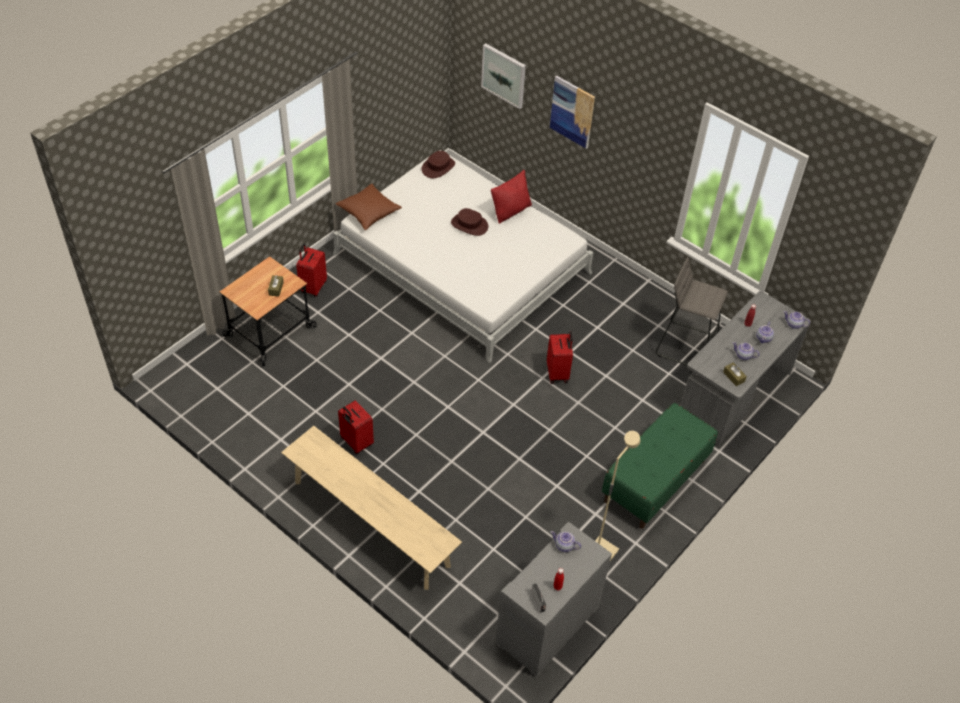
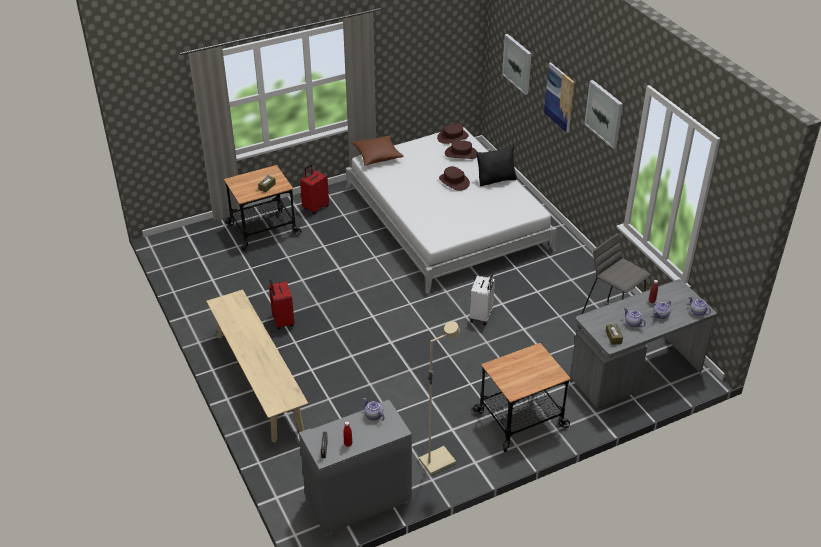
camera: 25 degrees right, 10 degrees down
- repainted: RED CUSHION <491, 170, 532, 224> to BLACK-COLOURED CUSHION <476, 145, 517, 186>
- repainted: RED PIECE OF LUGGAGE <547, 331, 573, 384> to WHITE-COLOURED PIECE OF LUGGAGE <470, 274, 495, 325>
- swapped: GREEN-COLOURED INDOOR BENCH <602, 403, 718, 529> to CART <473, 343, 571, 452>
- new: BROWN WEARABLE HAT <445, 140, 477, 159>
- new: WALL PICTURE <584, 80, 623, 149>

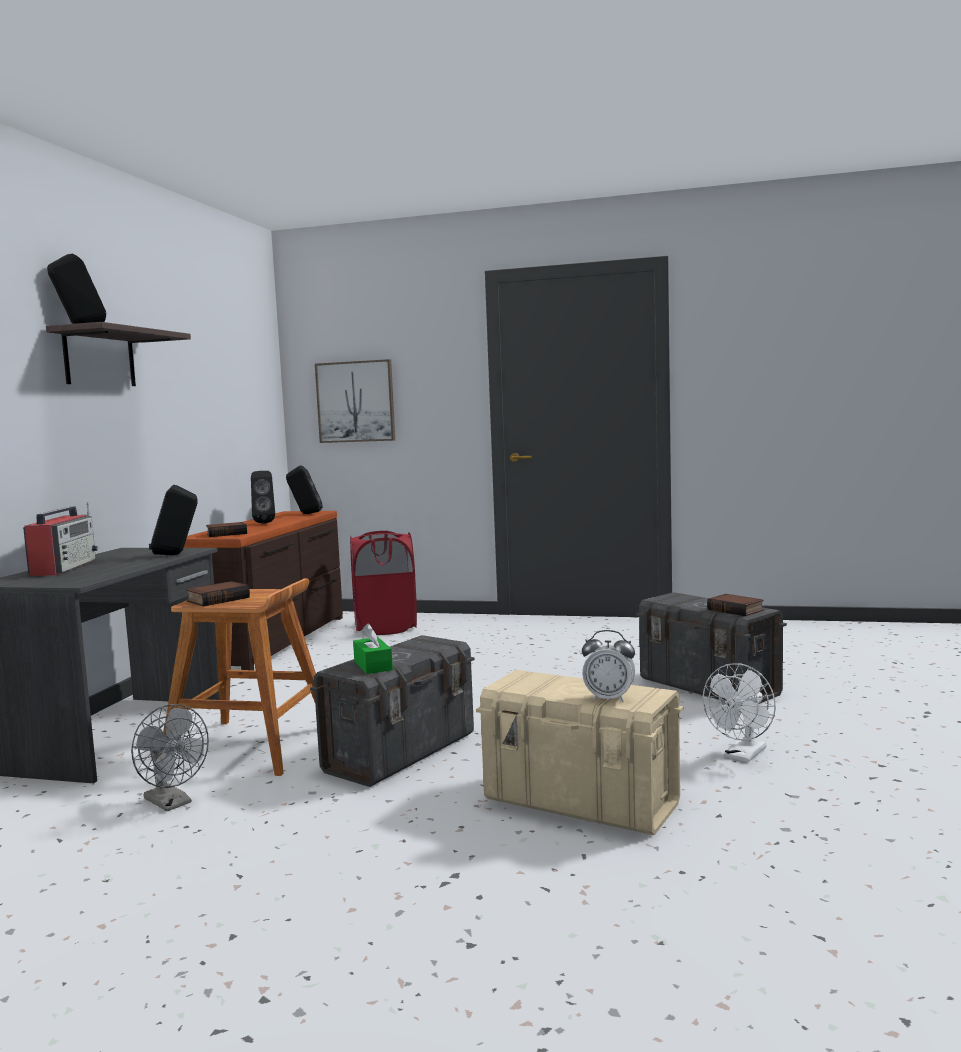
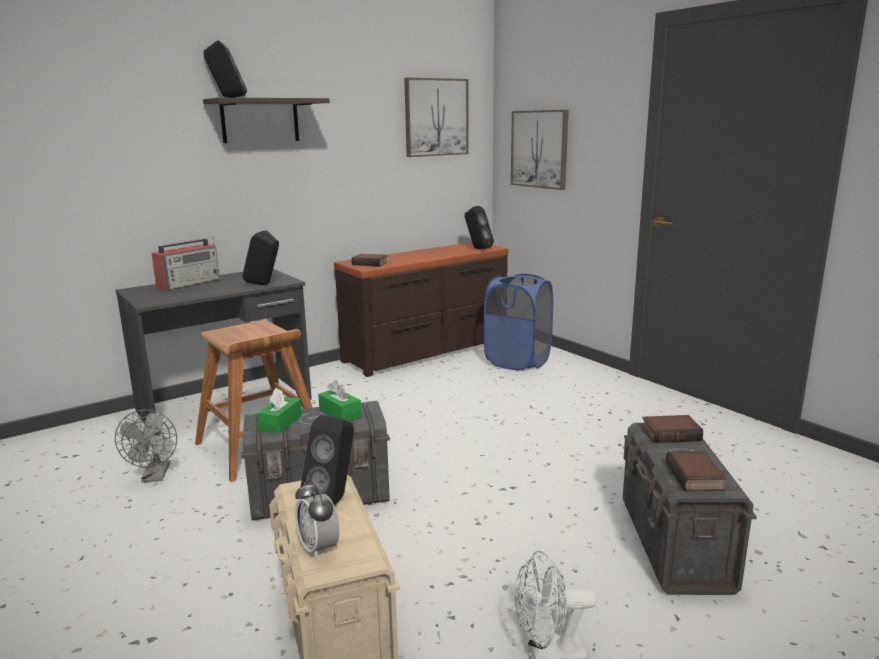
camera: 40 degrees right, 10 degrees up
- shifted: VOLUME <186, 581, 250, 606> to <641, 415, 703, 443>
- shifted: BLACK-COLOURED SPEAKER <251, 471, 275, 524> to <301, 415, 354, 506>
- repainted: RED HAMPER <350, 530, 417, 635> to BLUE-COLOURED HAMPER <484, 274, 553, 370>
- new: GREEN-COLOURED BOX OF TISSUES <318, 380, 362, 421>
- new: WALL PICTURE <404, 78, 469, 157>

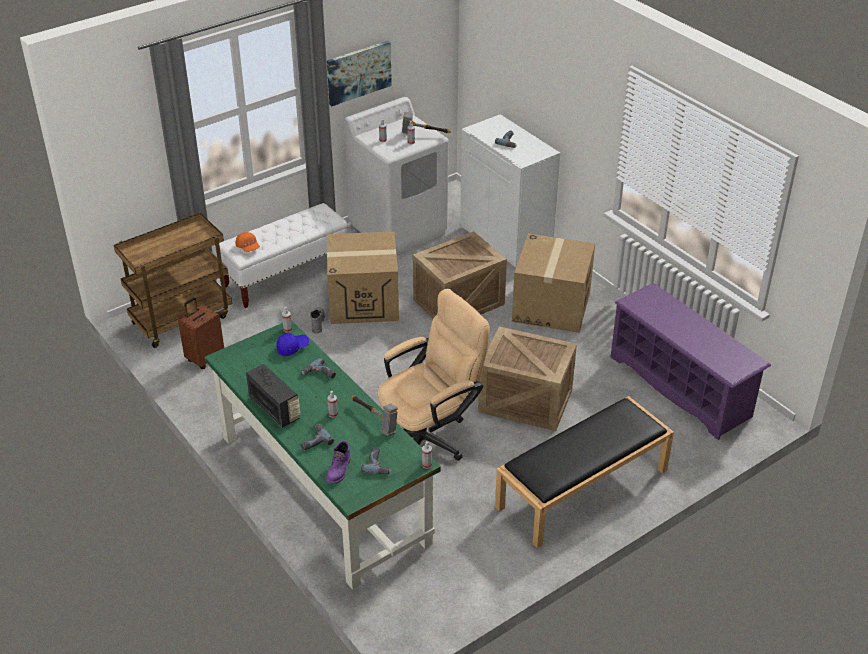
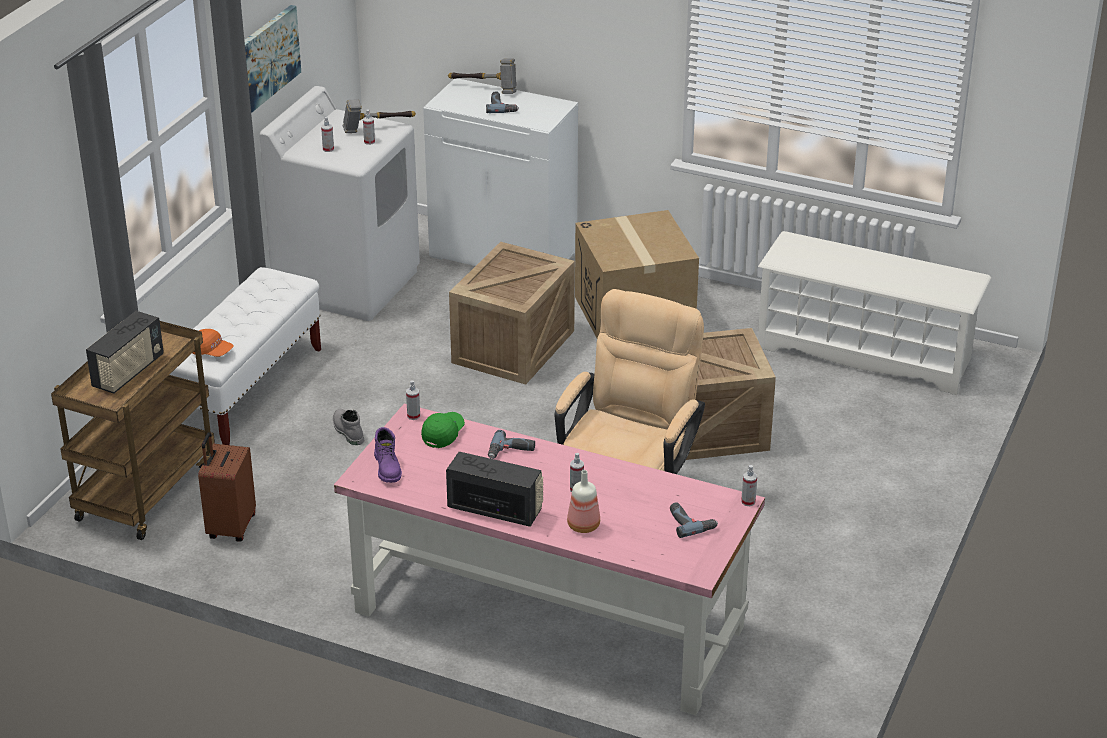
camera: 30 degrees left, 5 degrees down
- repainted: GREEN-COLOURED DESK <205, 320, 441, 590> to PINKISH DESK <334, 403, 765, 715>
- repainted: BLUE-COLOURED PEAKED CAP <276, 333, 309, 356> to GREEN-COLOURED PEAKED CAP <421, 412, 465, 448>
- swapped: ELECTRIC DRILL <301, 424, 334, 450> to BOTTLE <567, 470, 600, 533>
- shifted: PURPLISH TALL BOOT <326, 440, 351, 484> to <374, 427, 402, 483>
- gone: CARDBOARD BOX <327, 231, 399, 324>
- shifted: HAMMER <351, 396, 398, 436> to <448, 58, 517, 94>
- gone: BLACK-COLOURED INDOOR BENCH <495, 396, 674, 548>
- repainted: PURPLISH SHOE RACK <611, 283, 771, 440> to WHITE-COLOURED SHOE RACK <758, 231, 991, 395>
- new: RADIO SET <86, 311, 164, 394>

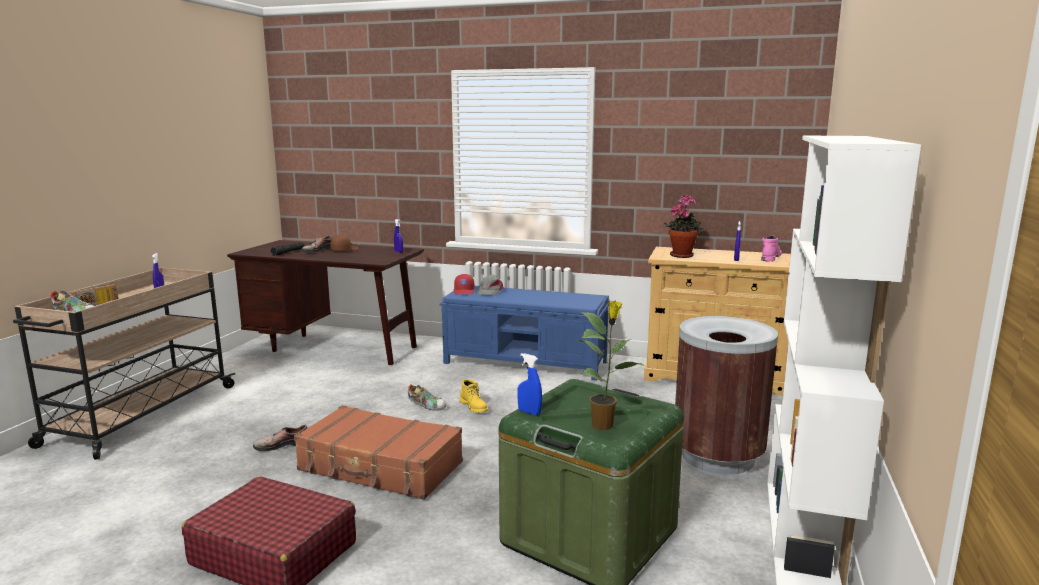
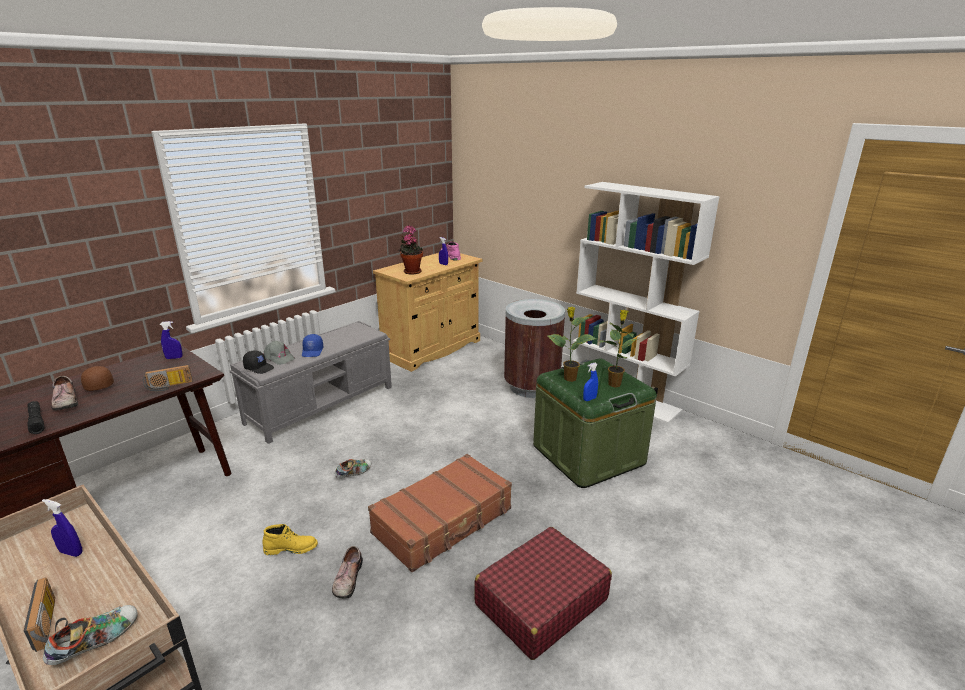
camera: 65 degrees left, 10 degrees up
- repainted: BLUE-COLOURED INDOOR BENCH <440, 286, 610, 381> to GRAY INDOOR BENCH <229, 321, 392, 444>
- repainted: RED PEAKED CAP <454, 274, 474, 294> to BLACK-COLOURED PEAKED CAP <243, 351, 274, 374>
- shifted: YELLOW-COLOURED TALL BOOT <460, 379, 488, 412> to <262, 524, 318, 555>
- new: RADIO SET <143, 365, 192, 392>
- new: BLUE-COLOURED PEAKED CAP <302, 334, 323, 357>
- new: POTTED PLANT <548, 307, 596, 382>

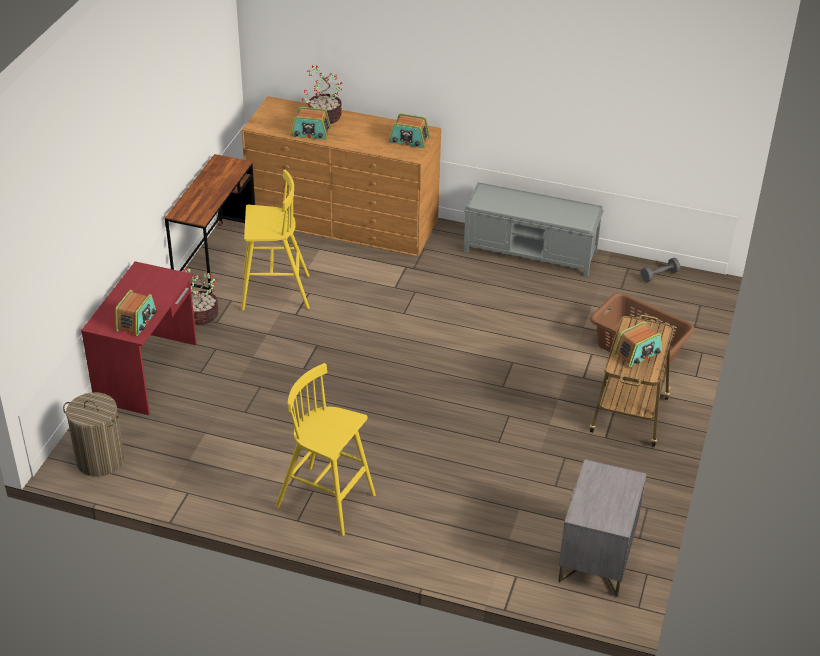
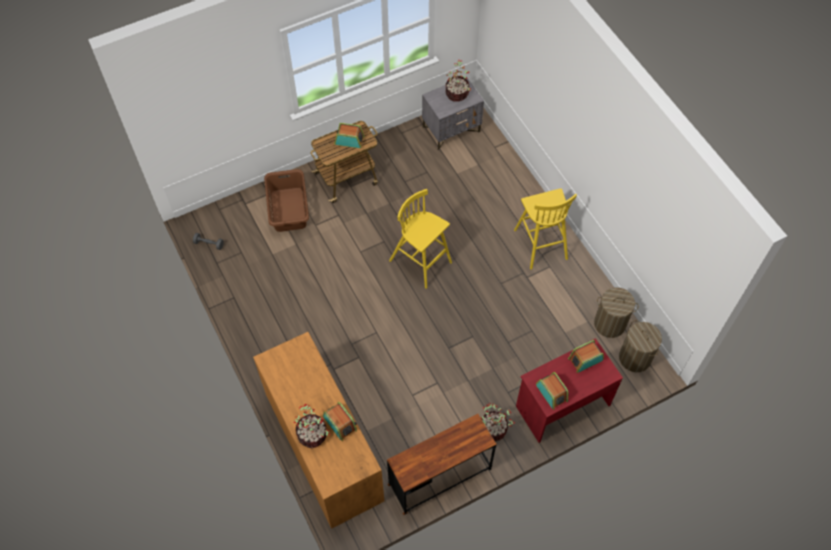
camera: 135 degrees left, 20 degrees up
- shifted: YELLOW-COLOURED STOOL <241, 169, 310, 311> to <389, 189, 452, 289>
- shifted: RADIO SET <389, 113, 430, 148> to <536, 372, 569, 410>
- gone: GRAY INDOOR BENCH <463, 182, 604, 277>
- new: POTTED PLANT <446, 60, 471, 102>
- new: HAMPER <594, 287, 639, 338>

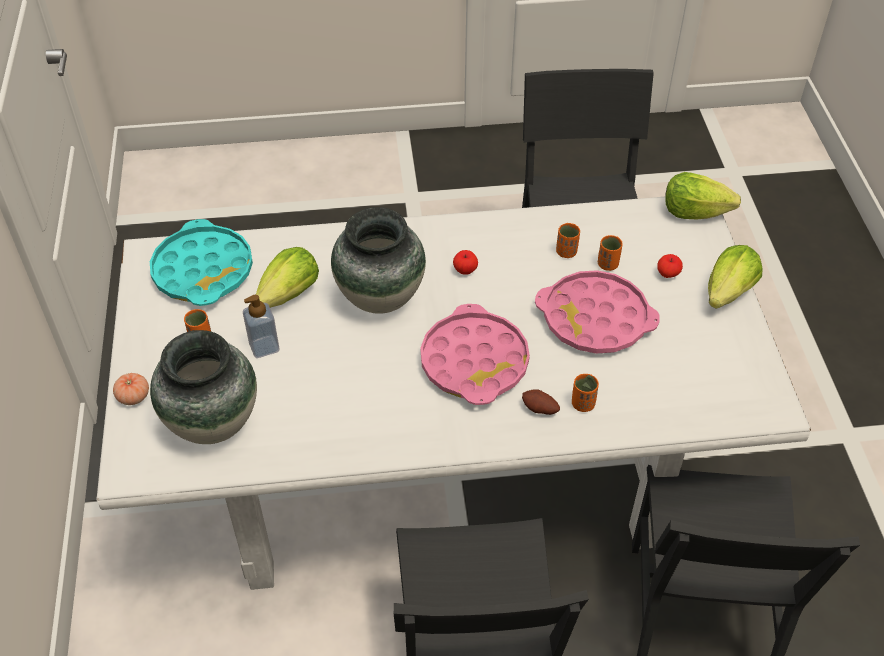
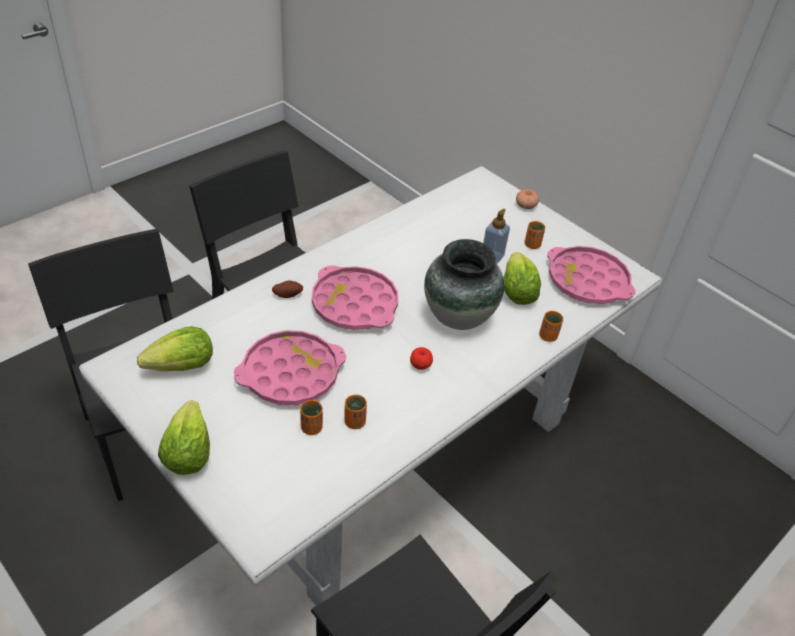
camera: 140 degrees right, 5 degrees down
- repainted: BLUE-GREEN TRAY <150, 219, 253, 306> to PINKISH TRAY <547, 246, 635, 304>
- gone: VASE <150, 330, 257, 444>
- shifted: ORANGE CUP <572, 374, 599, 412> to <539, 311, 563, 342>
- gone: APPLE FRUIT <657, 254, 683, 278>
- shifted: LETTUCE HEAD <665, 172, 741, 219> to <137, 326, 213, 371>

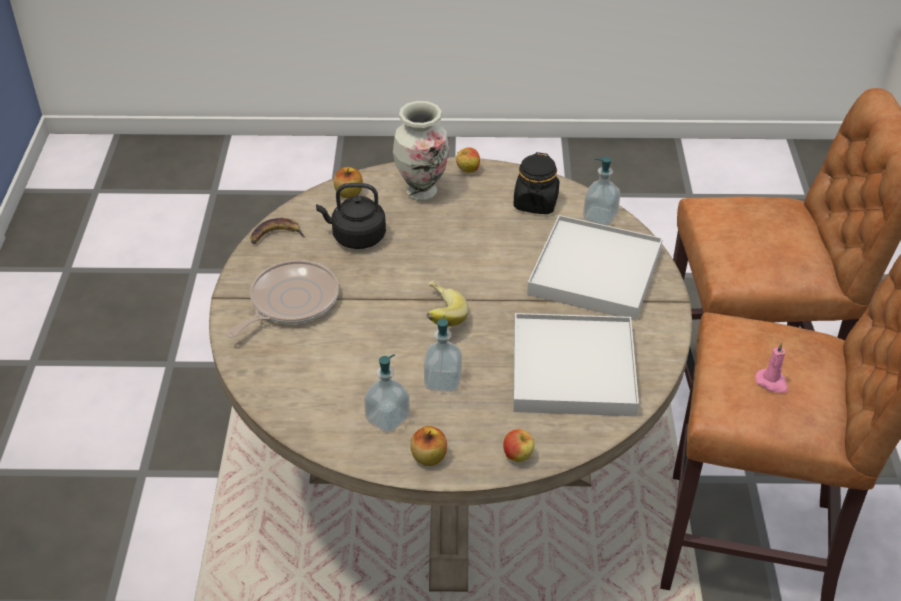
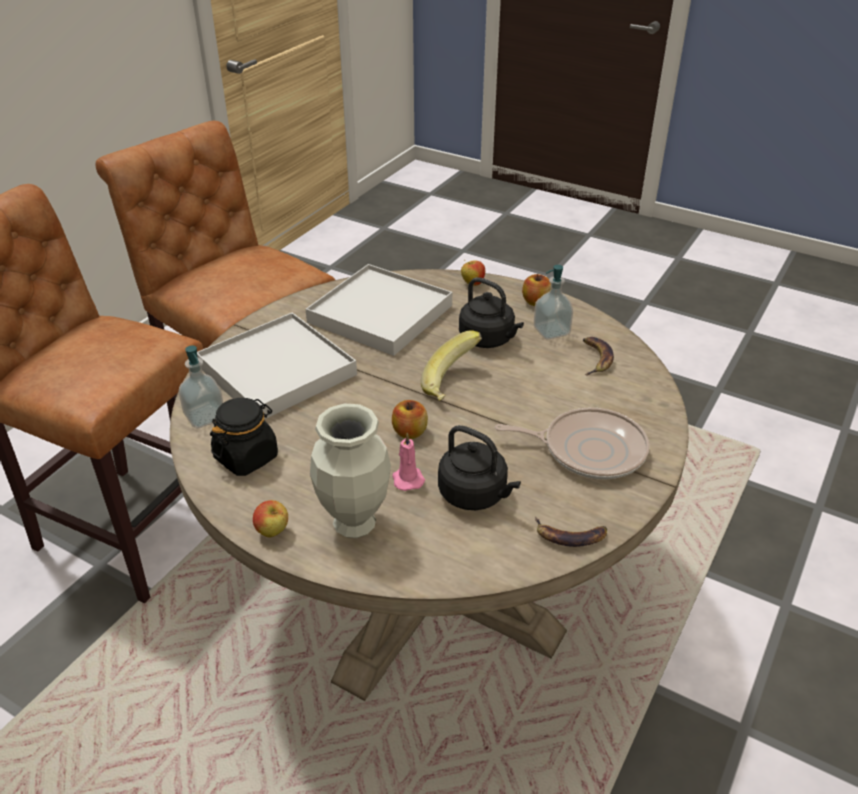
camera: 150 degrees left, 5 degrees down
- rotated: PAN <227, 260, 339, 338> = <495, 408, 650, 479> 150 degrees counterclockwise
- shifted: APPLE FRUIT <334, 167, 363, 198> to <392, 400, 428, 439>
- swapped: SOAP BOTTLE <424, 316, 462, 392> to BLACK-COLOURED KETTLE <459, 277, 524, 348>
- shifted: PINKISH WAX LIGHT <755, 343, 788, 393> to <393, 433, 425, 491>
- new: BANANA <583, 337, 614, 376>

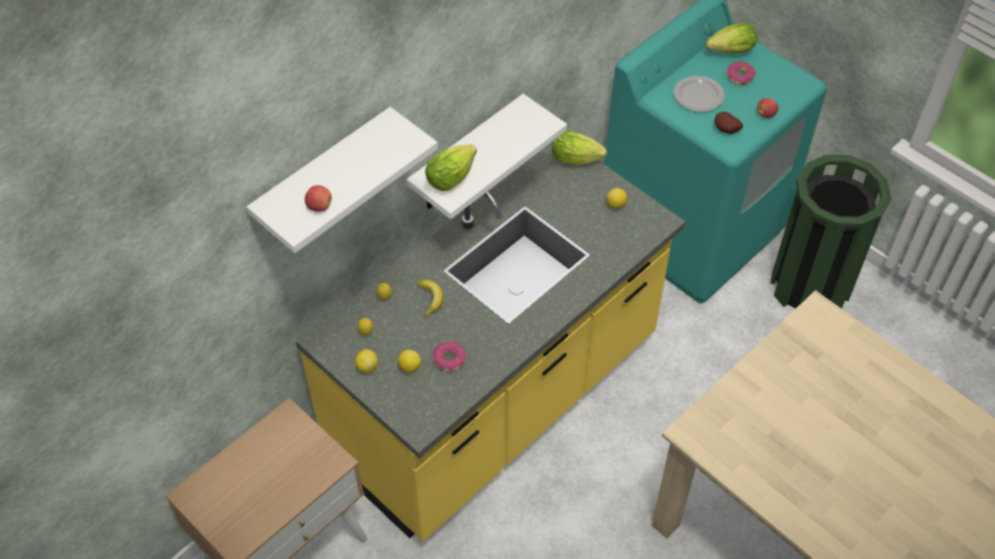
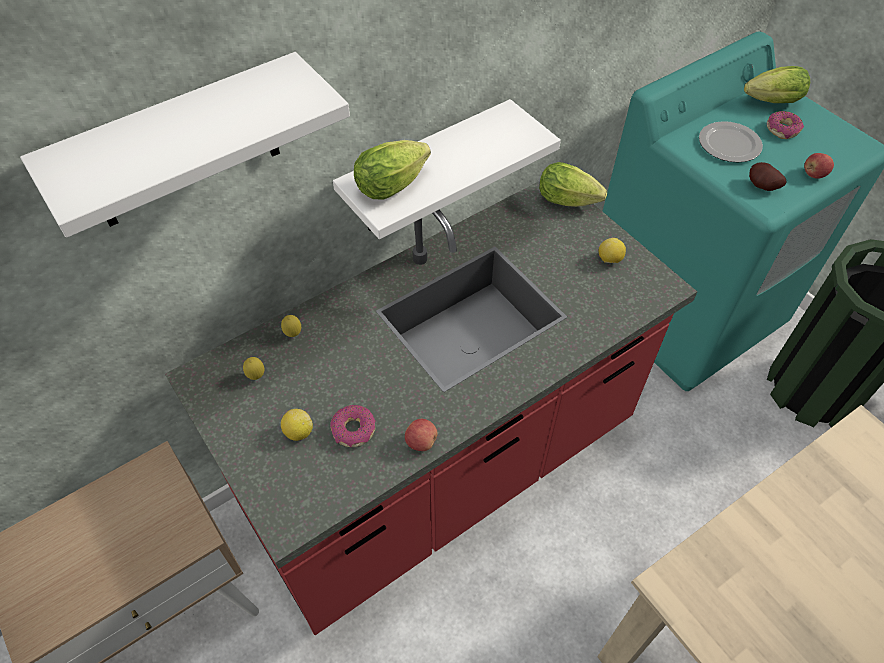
camera: 10 degrees right, 0 degrees up
- repainted: YELLOW-COLOURED KITCHEN BASE UNIT <296, 144, 686, 541> to RED KITCHEN BASE UNIT <165, 181, 697, 635>
- shifted: APPLE FRUIT <305, 185, 332, 212> to <405, 419, 438, 451>
- gone: CITRUS FRUIT <355, 349, 378, 373>
- gone: BANANA <417, 280, 443, 317>

